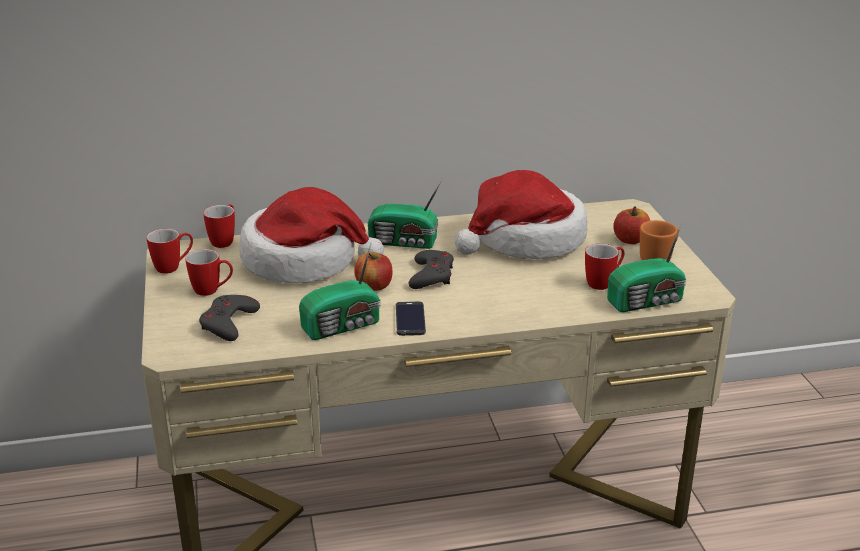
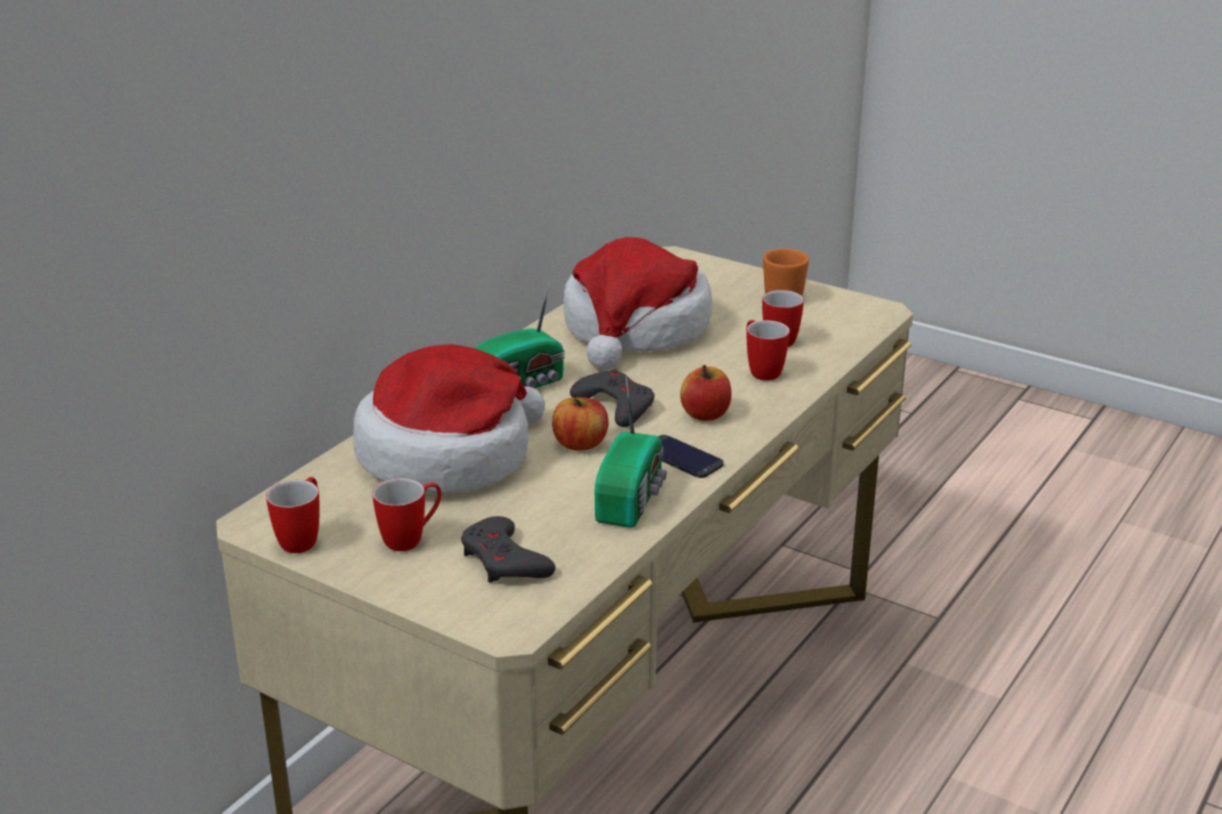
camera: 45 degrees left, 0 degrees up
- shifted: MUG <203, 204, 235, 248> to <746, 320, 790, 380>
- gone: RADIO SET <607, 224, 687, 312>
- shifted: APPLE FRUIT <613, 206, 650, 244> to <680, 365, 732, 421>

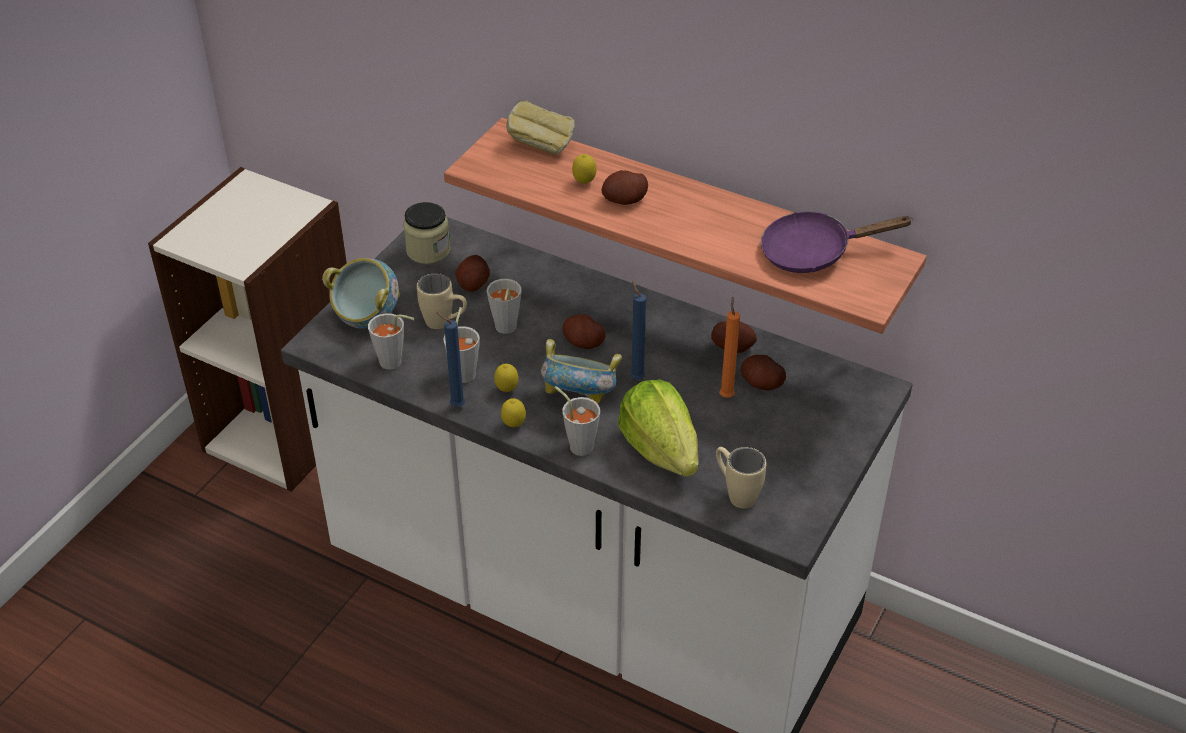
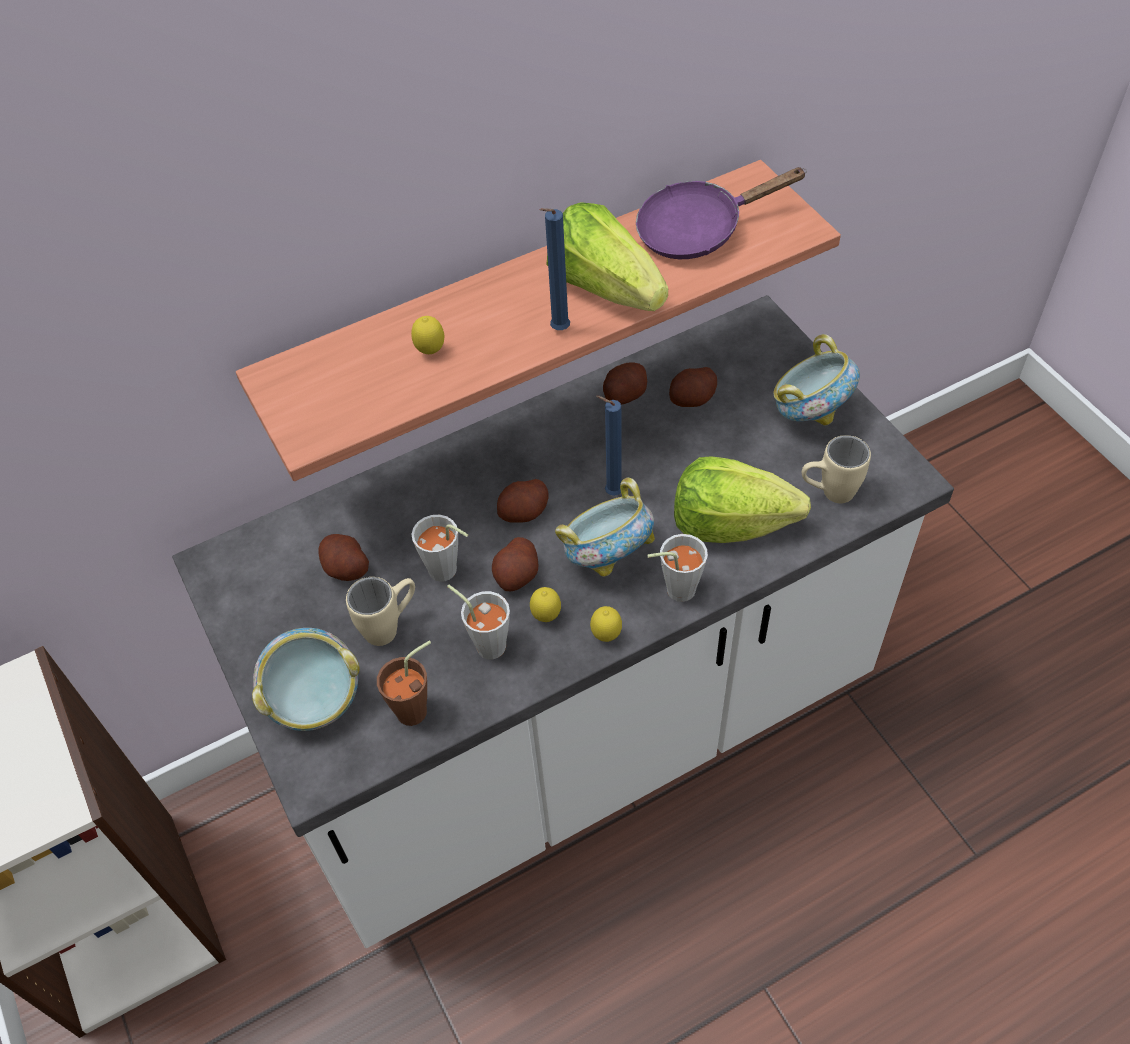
camera: 55 degrees left, 10 degrees up
- repainted: GRAY CUP <368, 313, 414, 370> to BROWN CUP <377, 640, 431, 726>
- gone: JAR <403, 202, 451, 264>
- shifted: BLUE-COLOURED WAX LIGHT <437, 312, 465, 407> to <540, 208, 570, 330>
- gone: BAKERY BREAD <506, 100, 575, 155>
- shifted: SPUD <601, 170, 648, 205> to <492, 537, 538, 591>
- gone: ORANGE WAX LIGHT <719, 297, 740, 398>
- rotated: PURPLISH PAN <761, 212, 913, 273> = <636, 167, 807, 259> 45 degrees clockwise
- new: LETTUCE HEAD <546, 202, 668, 311>
- new: BOWL <774, 334, 860, 426>

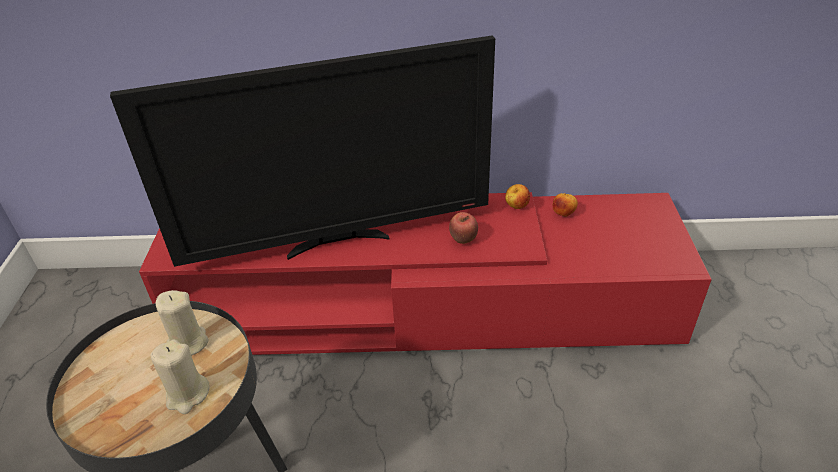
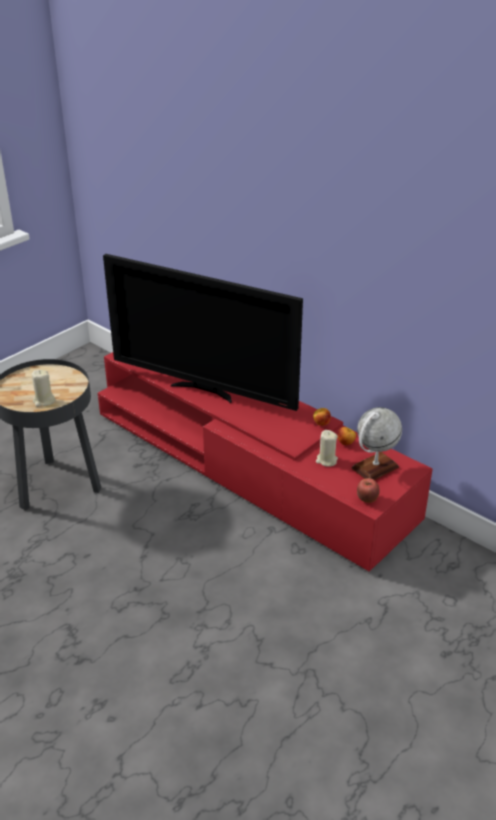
camera: 40 degrees right, 5 degrees down
- shifted: SAND-COLOURED WAX LIGHT <156, 290, 208, 356> to <316, 430, 338, 467>
- shifted: APPLE FRUIT <449, 212, 478, 244> to <357, 478, 380, 503>
- new: DESK GLOBE <351, 407, 402, 480>

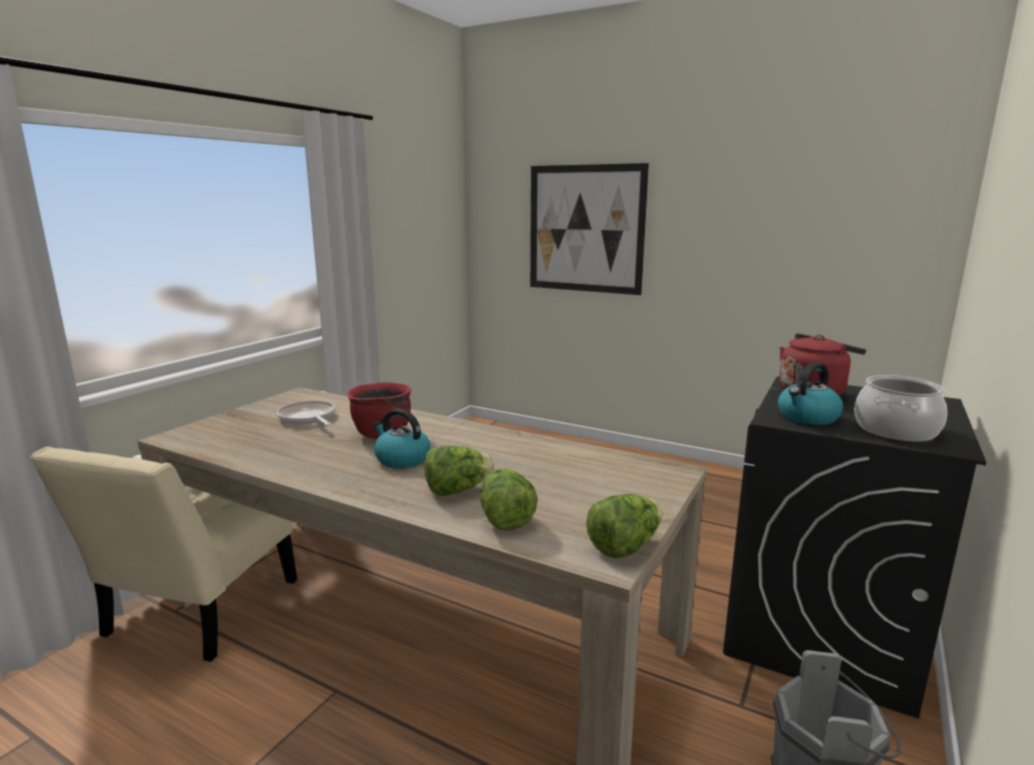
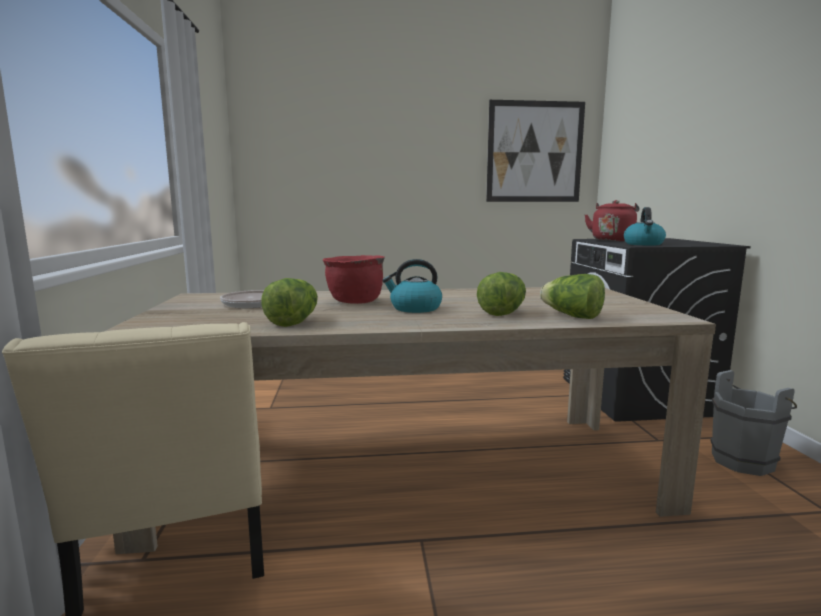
camera: 35 degrees left, 5 degrees down
- shifted: WALL PICTURE <530, 163, 649, 295> to <486, 100, 585, 202>
- shifted: LETTUCE HEAD <586, 494, 662, 558> to <261, 278, 318, 327>
- gone: STOCKPOT <854, 375, 947, 441>

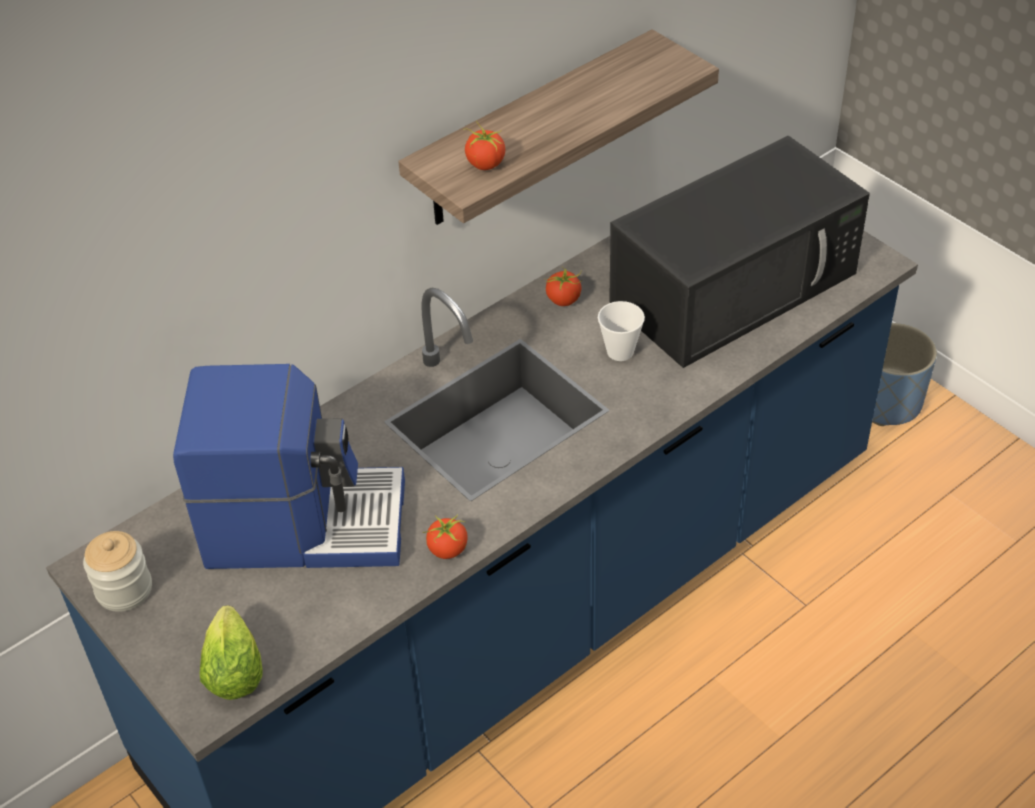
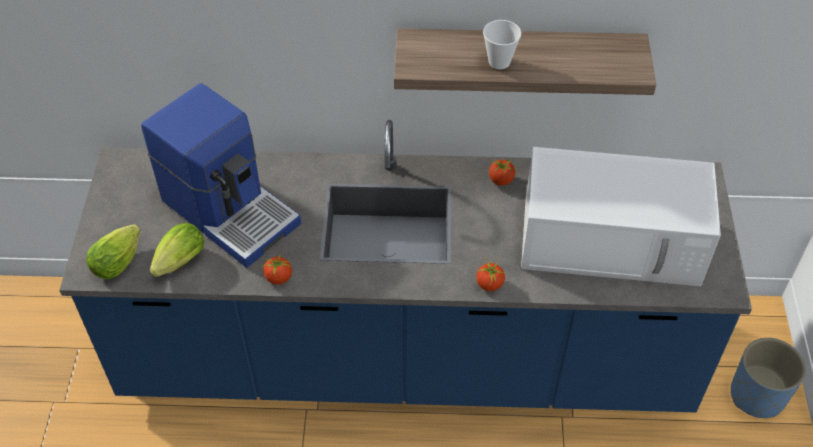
camera: 40 degrees right, 5 degrees up
- gone: JAR <83, 531, 152, 612>
- shifted: FRESH TOMATO <465, 120, 505, 170> to <476, 258, 506, 291>
- shifted: CUP <598, 301, 645, 361> to <483, 20, 521, 69>
- repainted: BLACK-COLOURED MICROWAVE <609, 136, 870, 368> to WHITE-COLOURED MICROWAVE <521, 147, 721, 286>
- new: LETTUCE HEAD <150, 223, 204, 277>

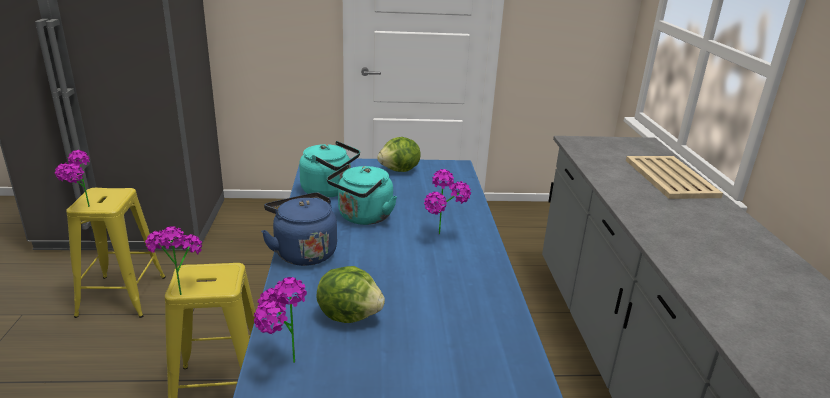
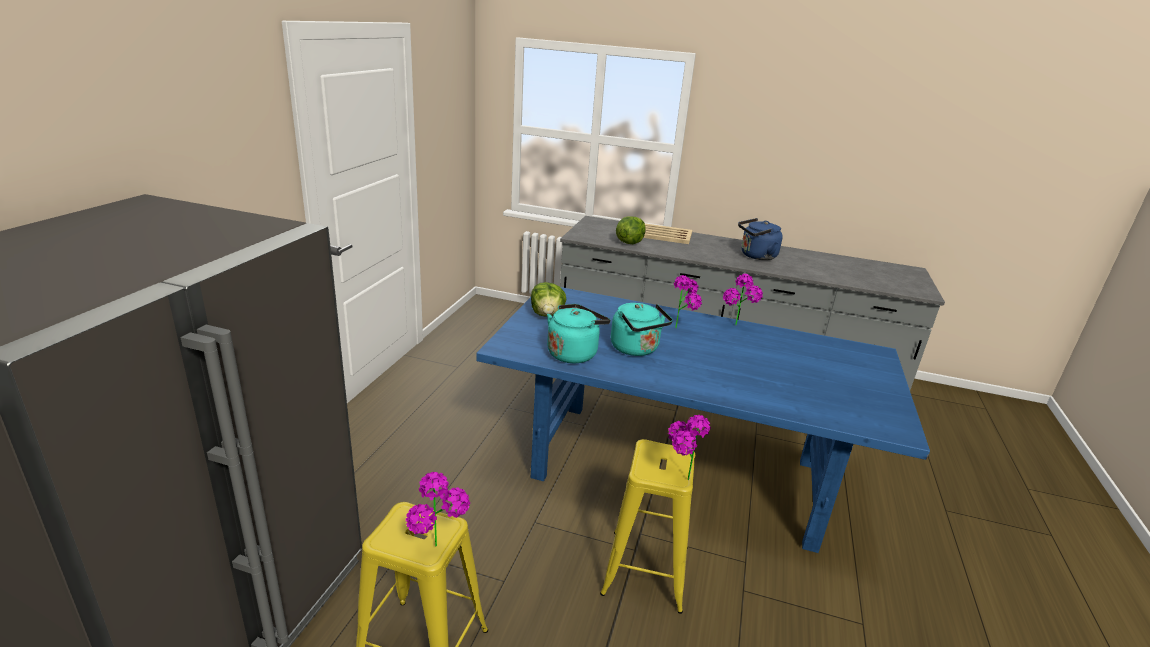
camera: 70 degrees left, 0 degrees up
- shifted: POTTED PLANT <254, 277, 307, 363> to <723, 274, 763, 325>
- shifted: BLUE-COLOURED KETTLE <261, 192, 337, 266> to <738, 218, 783, 260>
- shifted: LETTUCE HEAD <316, 266, 385, 323> to <616, 216, 646, 244>

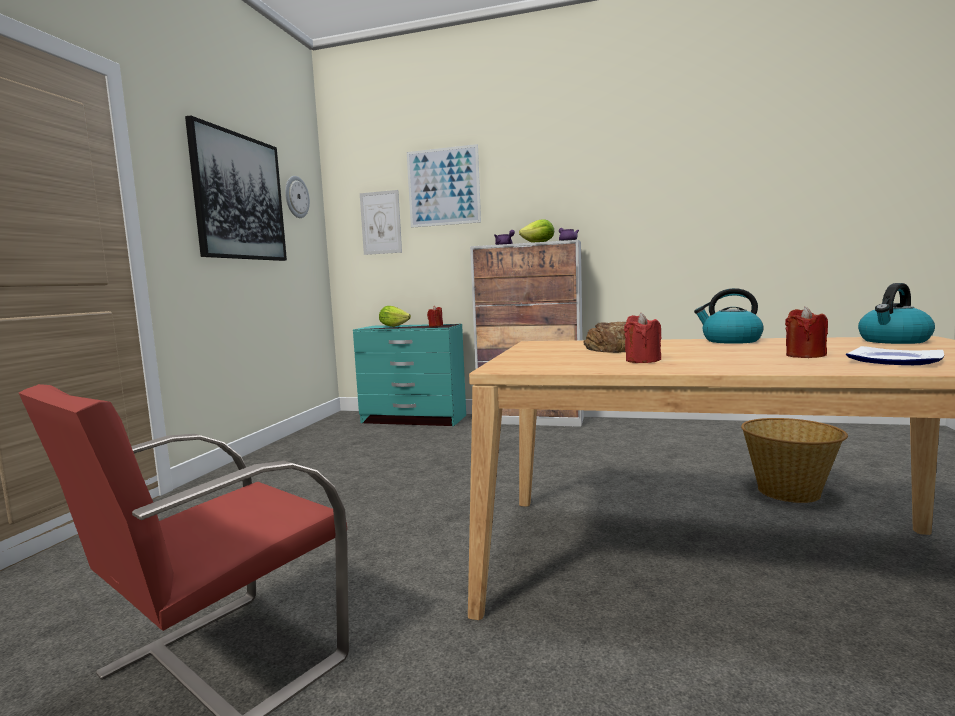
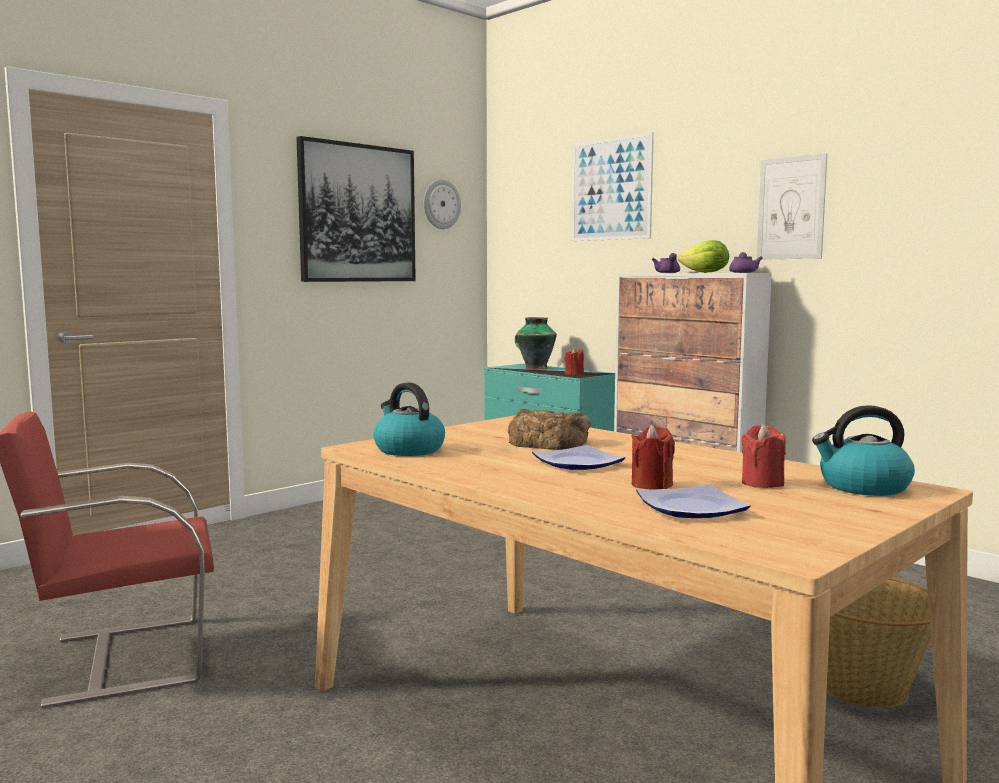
camera: 30 degrees right, 0 degrees up
- shifted: WALL PICTURE <360, 190, 402, 255> to <757, 153, 827, 259>
- swapped: LETTUCE HEAD <379, 306, 411, 327> to VASE <515, 317, 557, 369>
- shifted: RED WAX LIGHT <624, 312, 662, 363> to <741, 424, 786, 488>
- shifted: KETTLE <694, 288, 764, 344> to <373, 383, 445, 456>
- new: PLATE <532, 445, 625, 470>

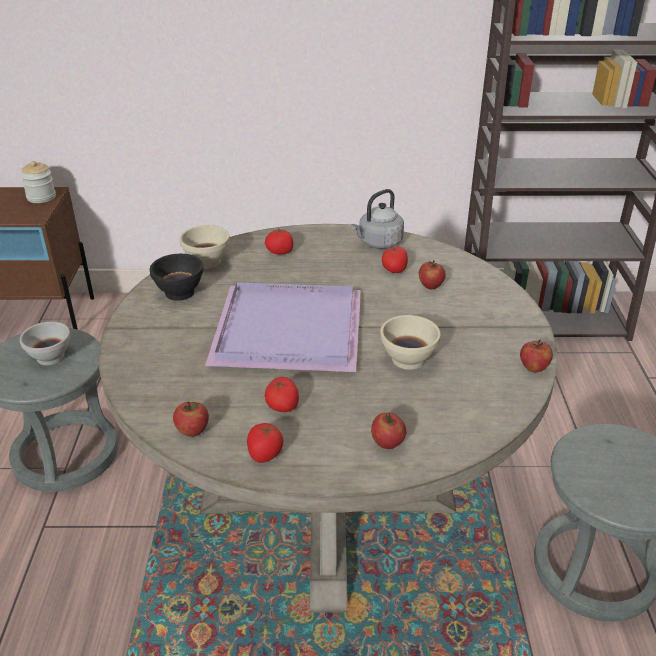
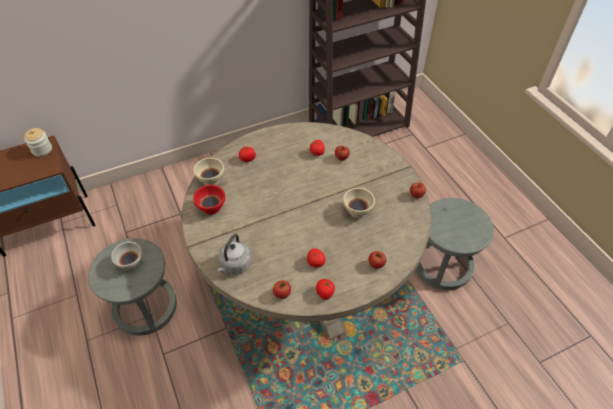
camera: 25 degrees left, 15 degrees up
- repainted: BLACK-COLOURED BOWL <150, 254, 204, 301> to RED BOWL <193, 185, 225, 215>
- gone: PURPLISH TRAY <205, 282, 361, 372>
- shifted: GRAY KETTLE <351, 189, 404, 249> to <217, 234, 251, 274>

